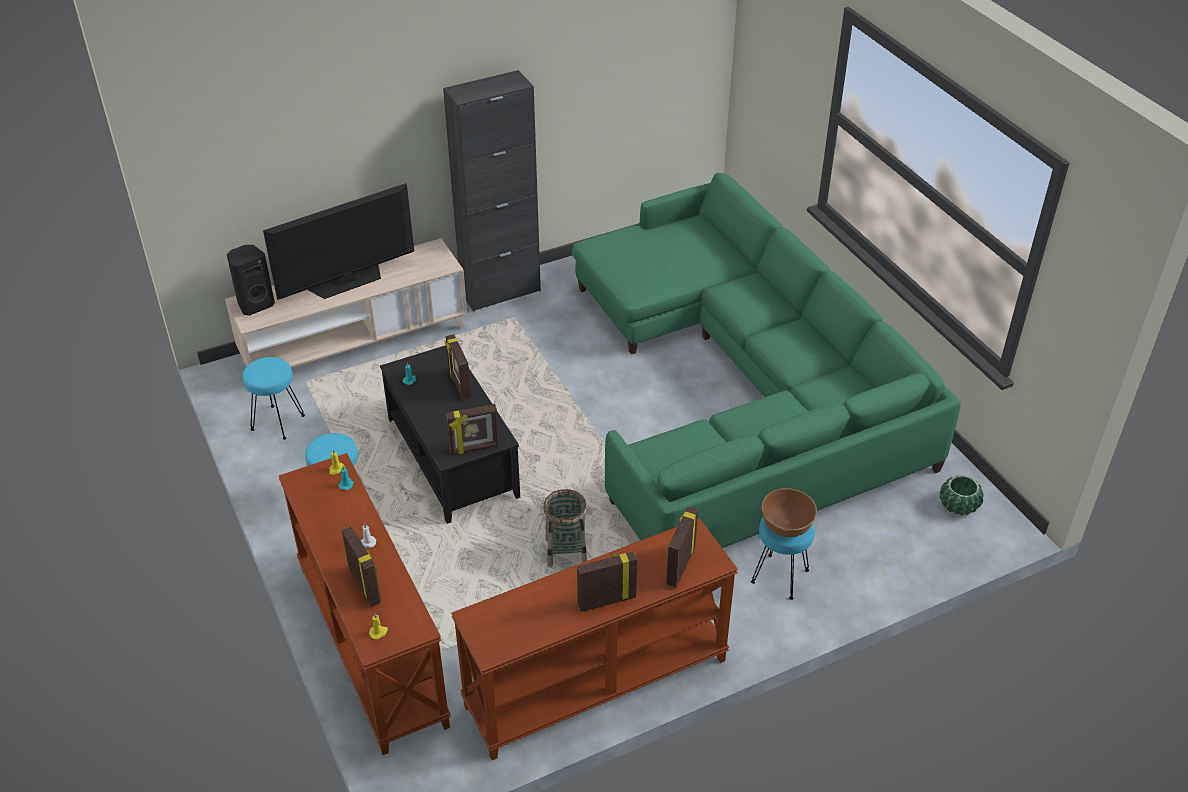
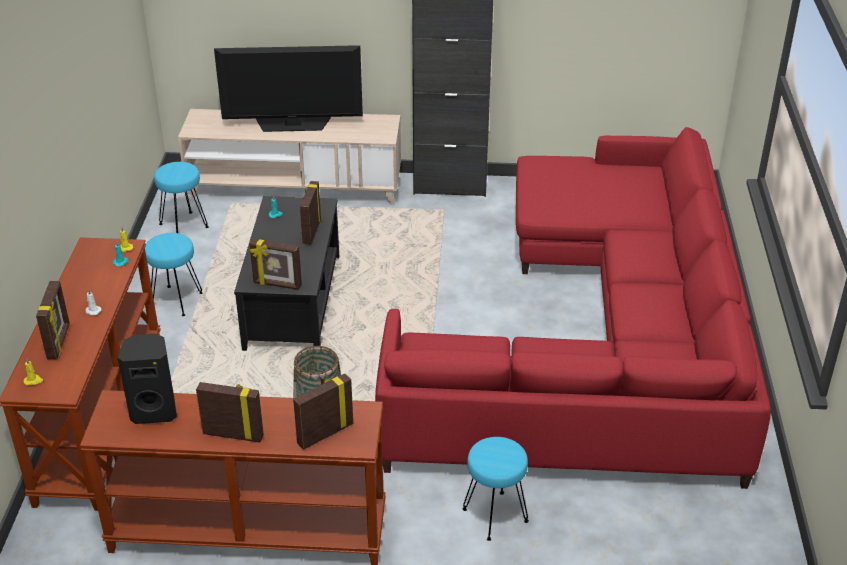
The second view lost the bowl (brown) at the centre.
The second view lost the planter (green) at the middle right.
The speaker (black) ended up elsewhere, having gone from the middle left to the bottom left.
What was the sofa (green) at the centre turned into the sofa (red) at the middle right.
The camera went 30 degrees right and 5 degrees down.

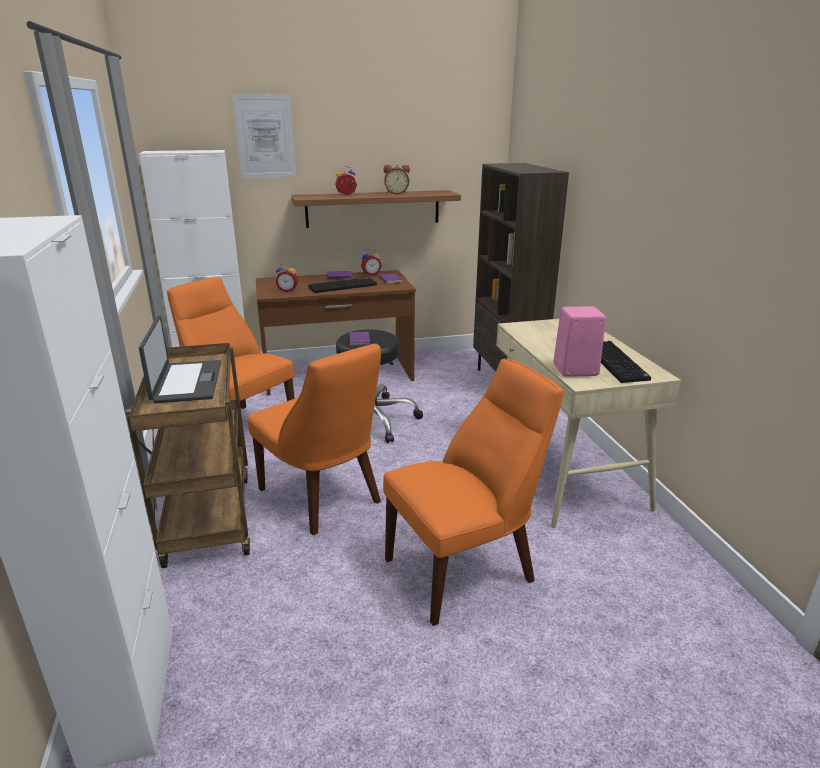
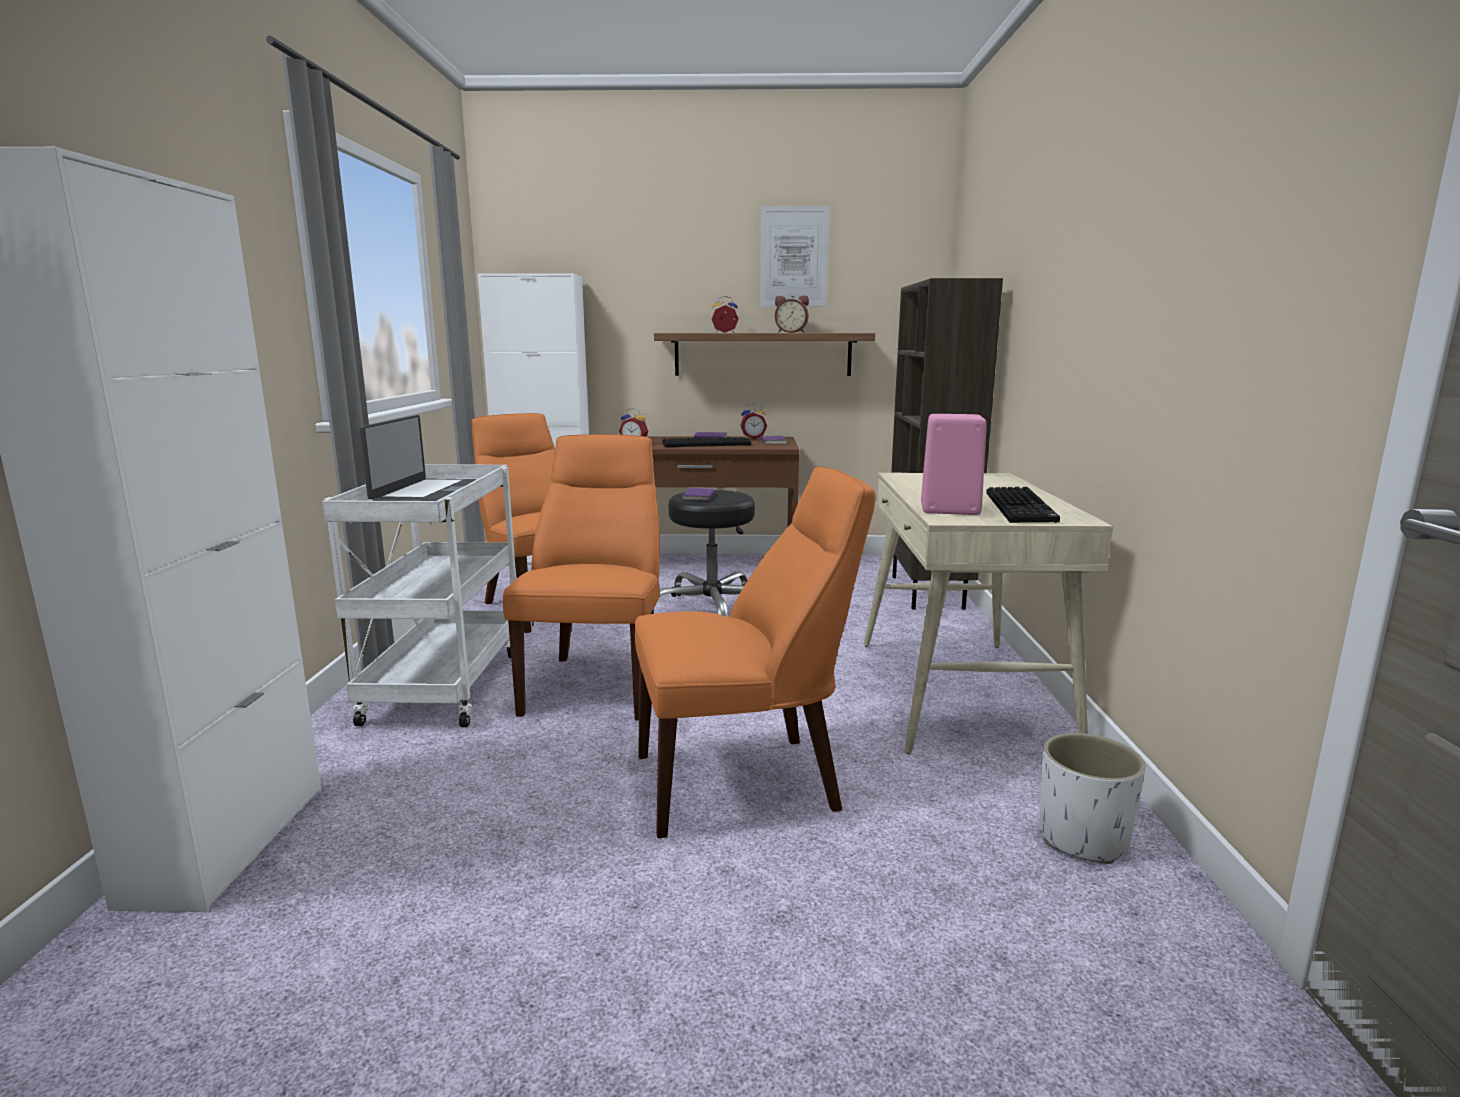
The second view gained the planter (white) at the bottom right.
The picture ended up elsewhere, having gone from the top left to the top centre.
What was the cart (brown) at the middle left turned into the cart (white) at the middle left.
The chair (orange) (2nd from left) at the centre ended up facing another way, 150 degrees counterclockwise from before.
The camera went 15 degrees right and 10 degrees down.

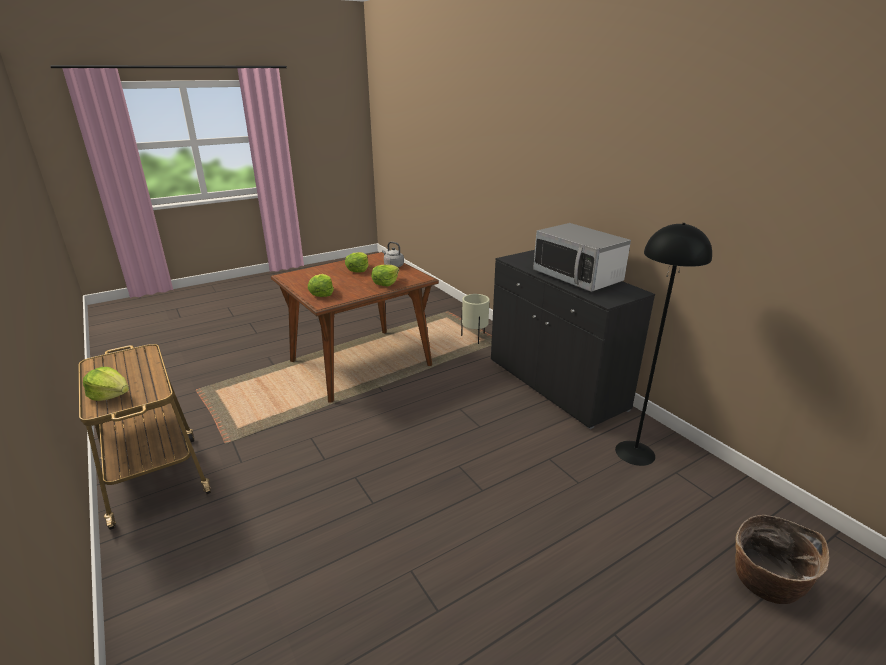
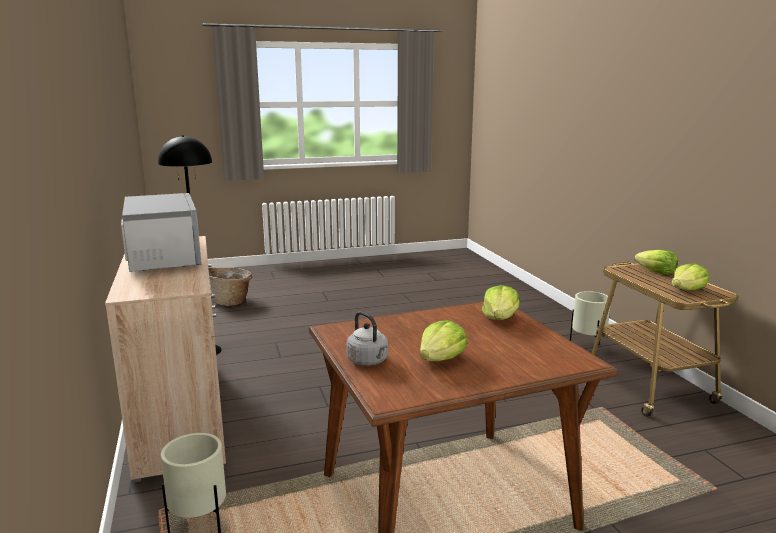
The second view gained the planter (beige) (2nd from left) at the middle right.
The lettuce (4th from left) ended up elsewhere, having gone from the centre to the middle right.
What was the cabinet (black) at the centre turned into the cabinet (beige) at the bottom left.
The camera went 165 degrees left and 10 degrees down.

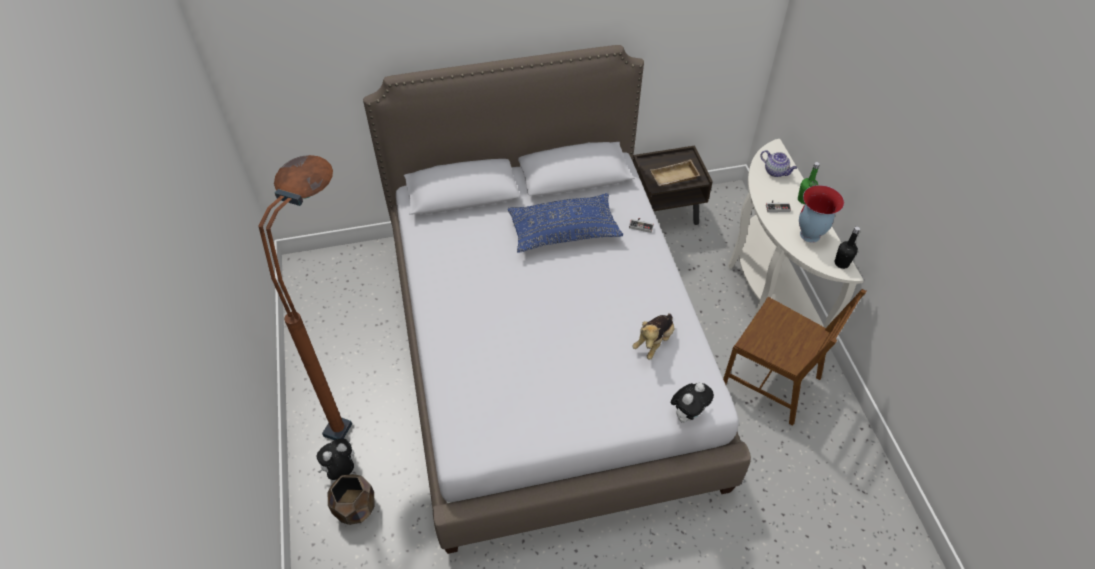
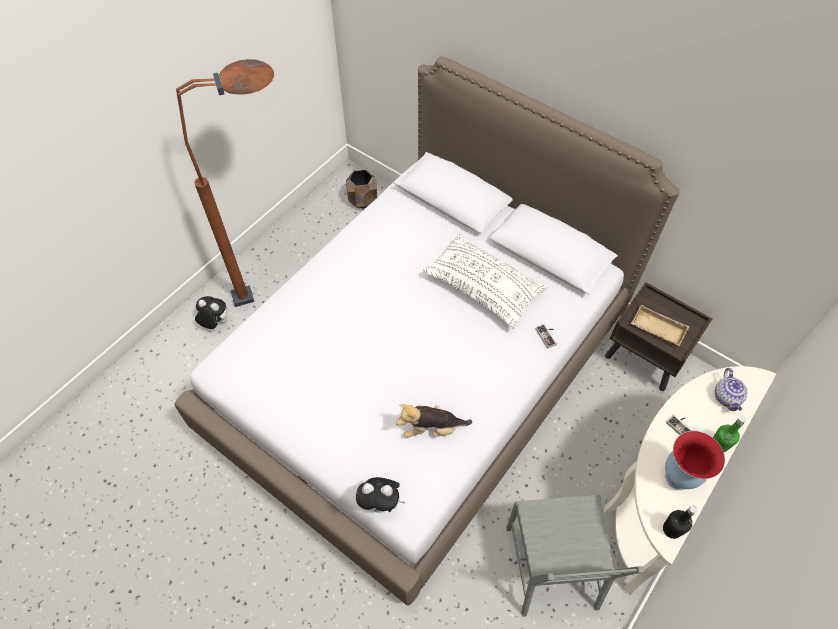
The planter (brown) ended up elsewhere, having gone from the bottom left to the top centre.
What was the pillow (blue) at the centre turned into the pillow (white) at the centre.
What was the chair (brown) at the middle right turned into the chair (grey) at the bottom right.
The camera went 50 degrees right and 5 degrees up.

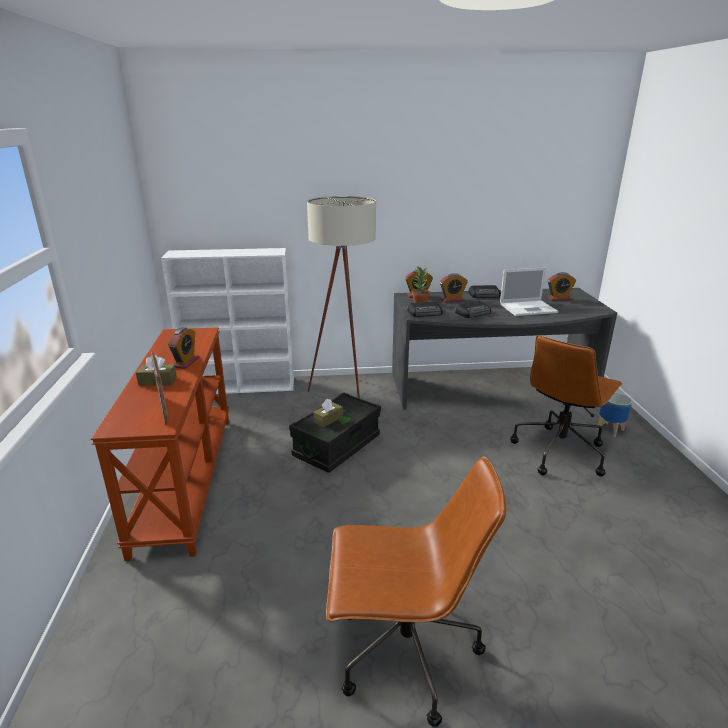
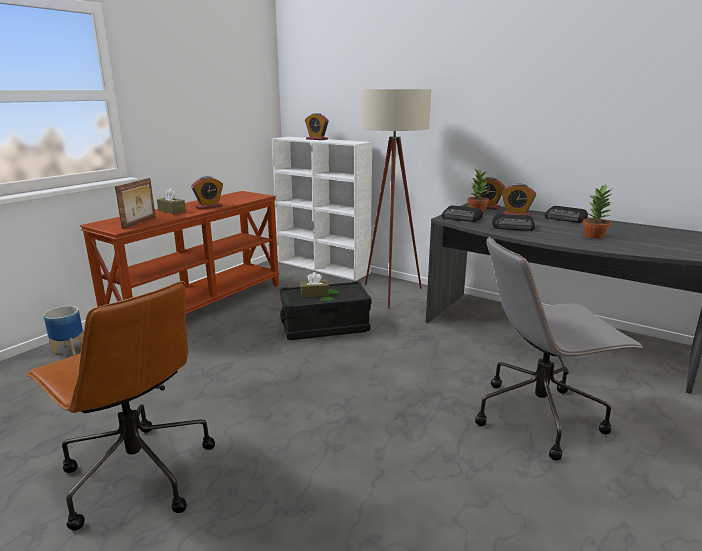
The alarm clock (4th from left in the first image) ended up elsewhere, having gone from the middle right to the top centre.
The planter ended up elsewhere, having gone from the middle right to the middle left.
Where the laptop stood at the middle right, the potted plant (2nd from left) came to stand at the middle right.
What was the office chair (brown) (2nd from left) at the middle right turned into the office chair (grey) at the middle right.
The camera went 40 degrees right and 5 degrees down.

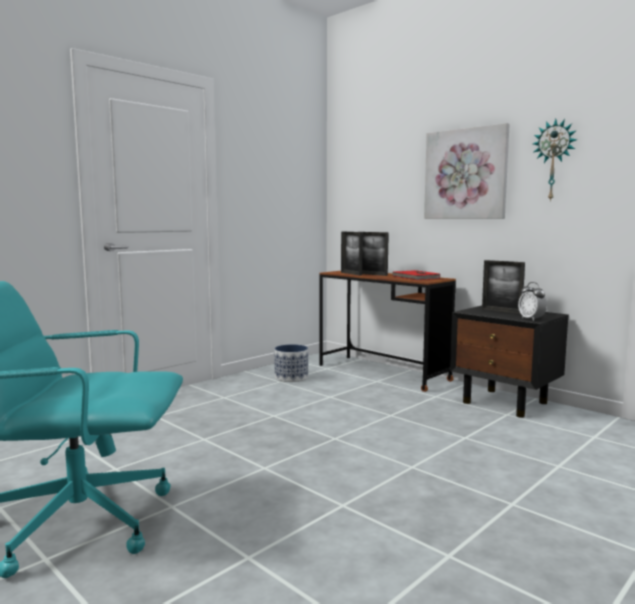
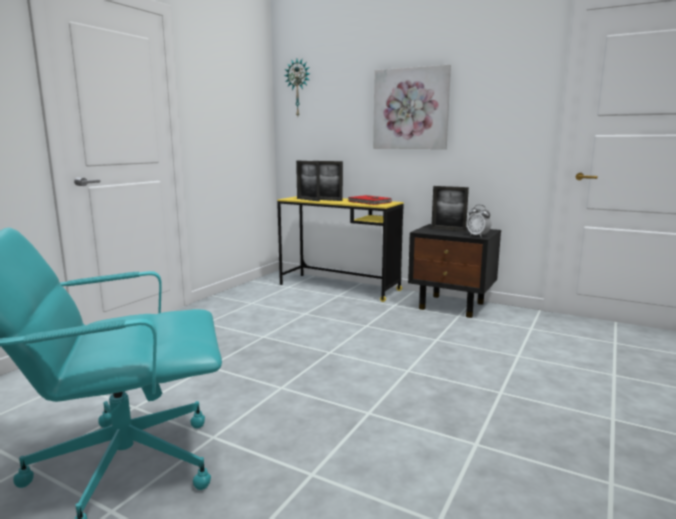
The second view lost the planter at the centre.
The wall clock ended up elsewhere, having gone from the top right to the top centre.
What was the desk (brown) at the centre turned into the desk (yellow) at the centre.
The camera went 15 degrees left and 5 degrees up.

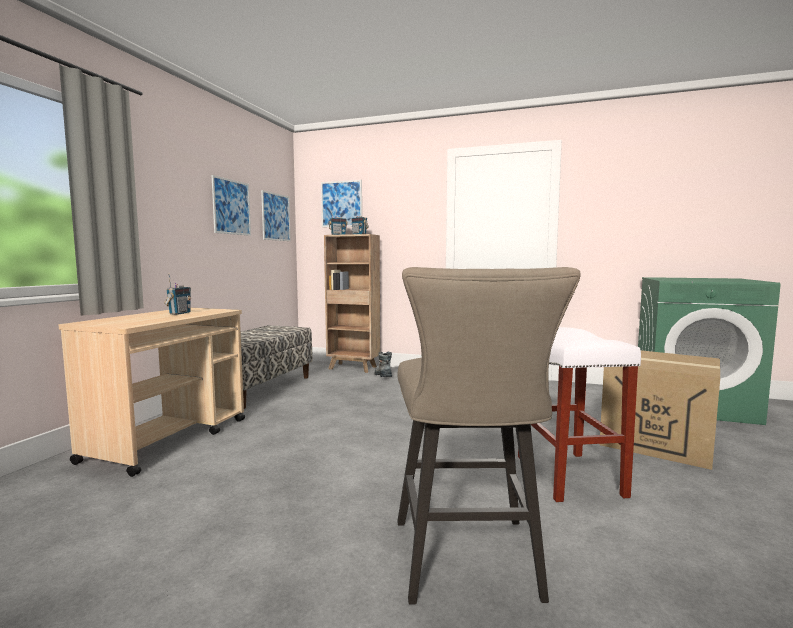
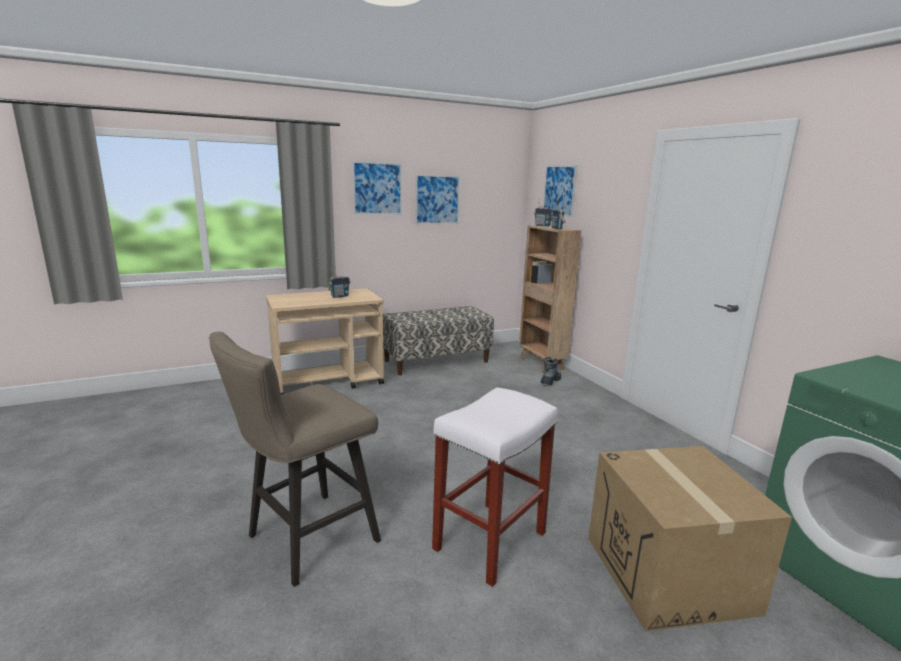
The picture (2nd from left in the first image) ended up elsewhere, having gone from the centre to the top centre.
The camera went 45 degrees right and 10 degrees up.

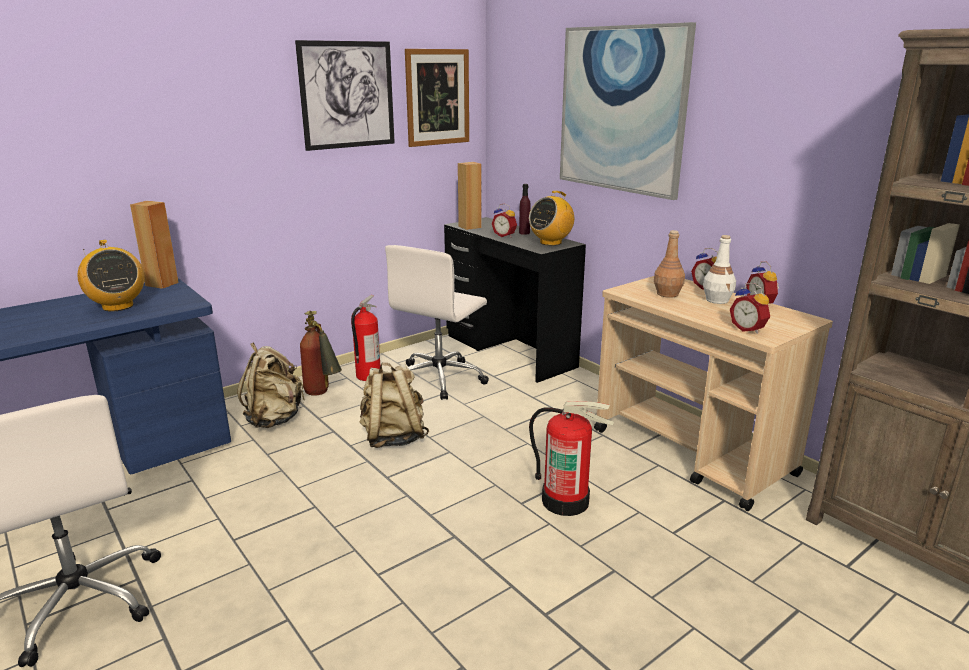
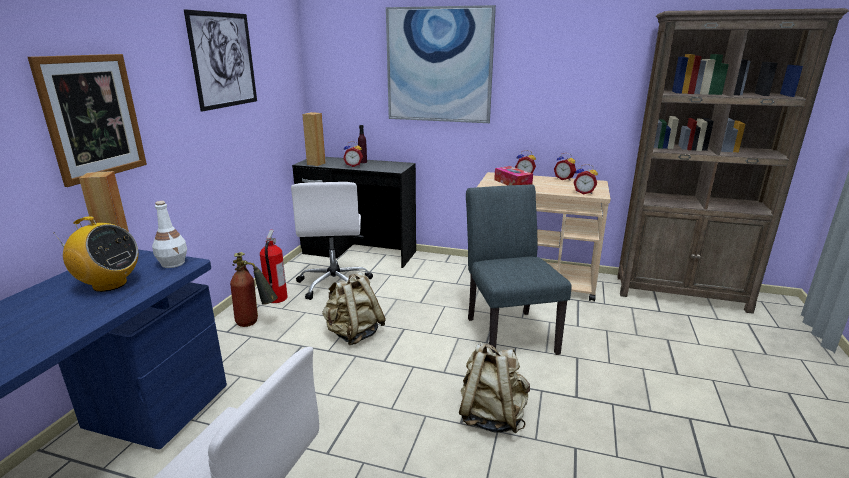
The second view lost the radio (2nd from left) at the top centre.
The backpack (beige) (1st from left in the first image) ended up elsewhere, having gone from the middle left to the bottom centre.
The picture (2nd from left in the first image) ended up elsewhere, having gone from the top centre to the top left.
The bottle (white) ended up elsewhere, having gone from the middle right to the middle left.
Where the fire extinguisher (3rd from left) stood at the bottom centre, the chair (grey) came to stand at the centre.
Where the bottle (brown) stood at the middle right, the tissue box came to stand at the centre.
The camera went 35 degrees left and 0 degrees up.

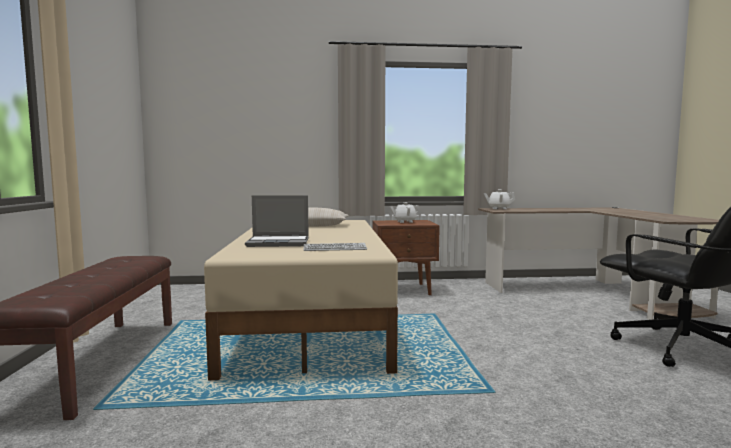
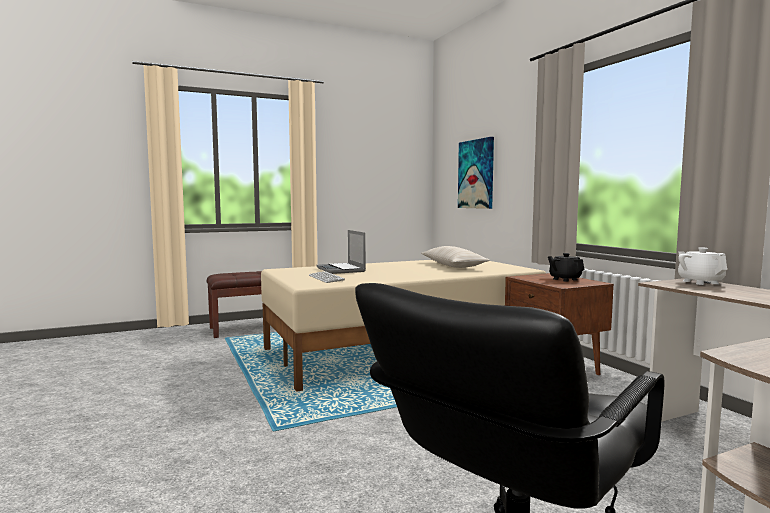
The second view gained the picture at the centre.
What was the teapot (white) (1st from left) at the centre turned into the teapot (black) at the middle right.
The camera went 70 degrees right and 0 degrees up.

